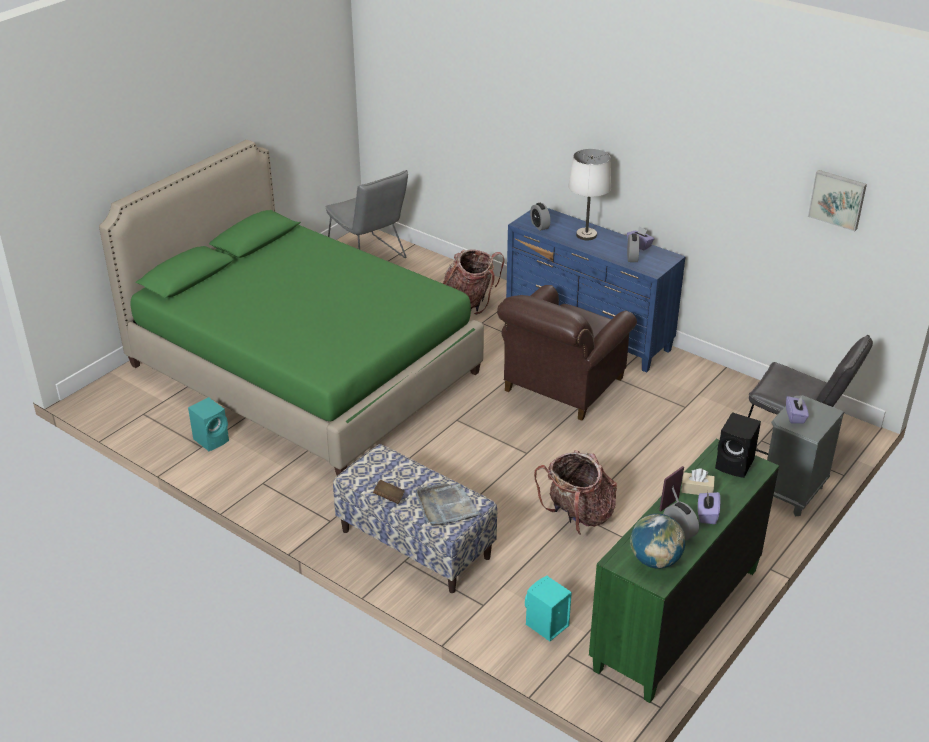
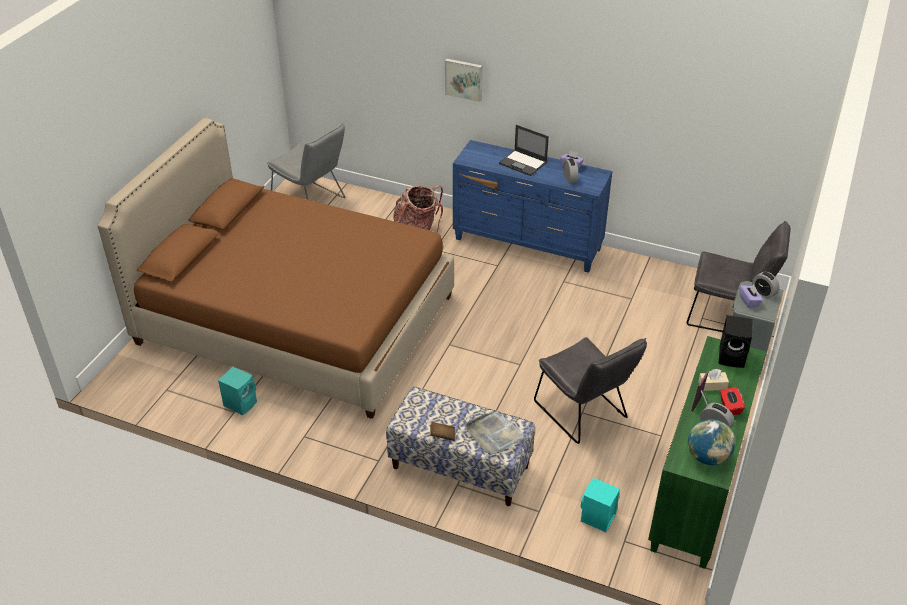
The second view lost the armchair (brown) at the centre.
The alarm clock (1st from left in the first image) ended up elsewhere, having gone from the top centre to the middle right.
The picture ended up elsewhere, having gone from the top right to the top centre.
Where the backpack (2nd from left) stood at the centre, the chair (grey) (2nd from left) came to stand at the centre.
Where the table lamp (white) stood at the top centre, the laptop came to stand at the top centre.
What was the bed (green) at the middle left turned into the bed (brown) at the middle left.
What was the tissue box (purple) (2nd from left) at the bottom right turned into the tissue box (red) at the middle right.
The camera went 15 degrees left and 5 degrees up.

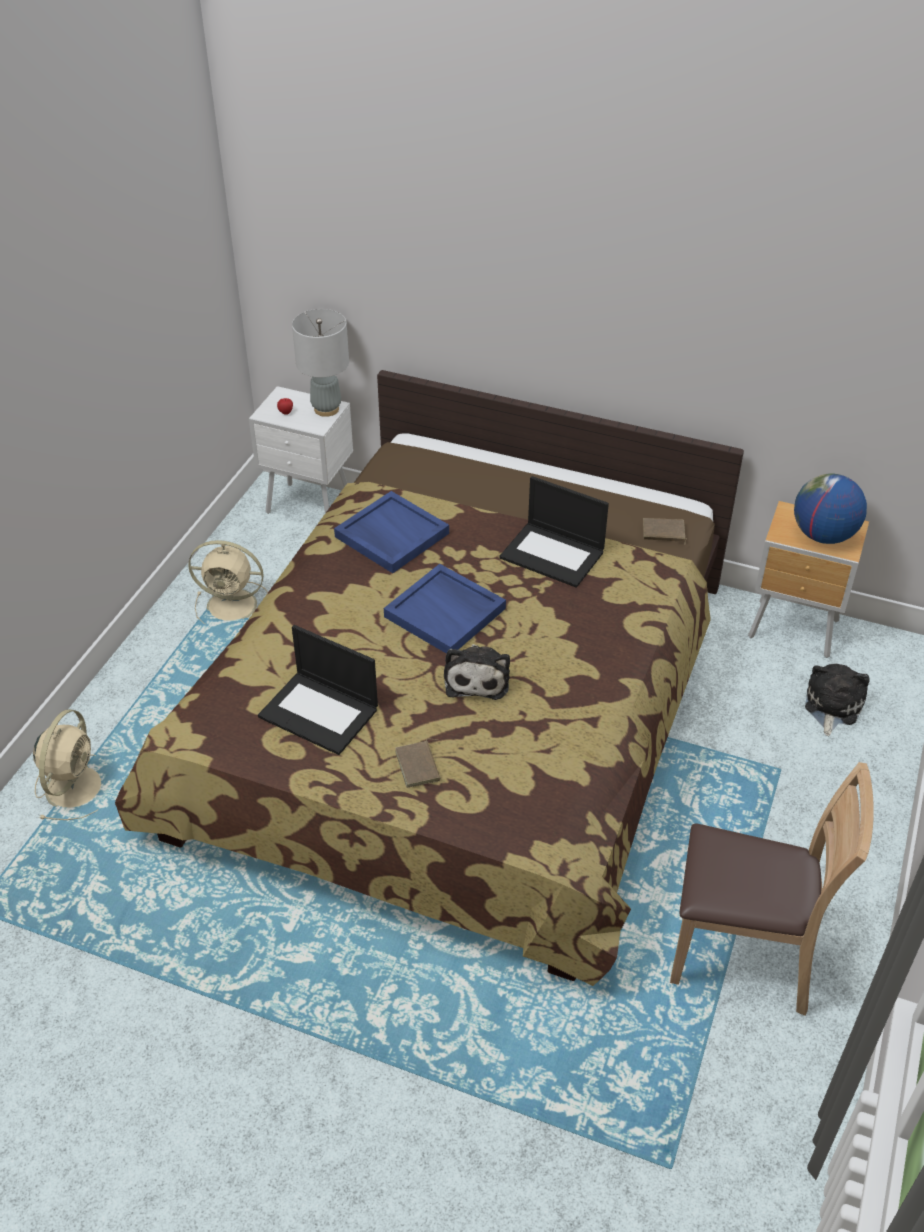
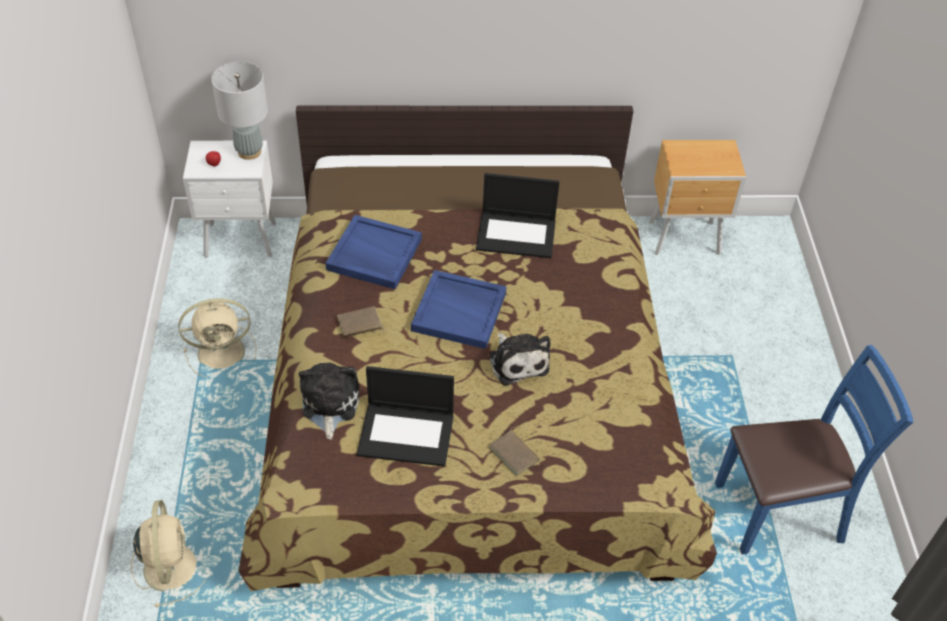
The second view lost the globe at the middle right.
The book (brown) (2nd from left in the first image) ended up elsewhere, having gone from the middle right to the centre.
The plush toy (2nd from left in the first image) ended up elsewhere, having gone from the middle right to the centre.
What was the chair (brown) at the bottom right turned into the chair (blue) at the bottom right.
The camera went 25 degrees left and 5 degrees up.

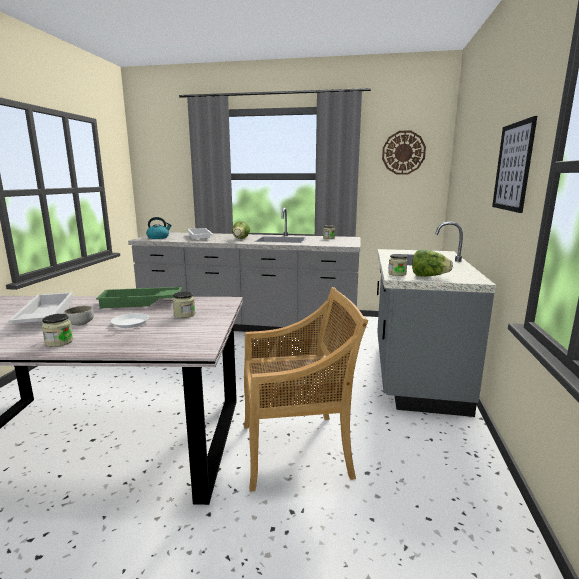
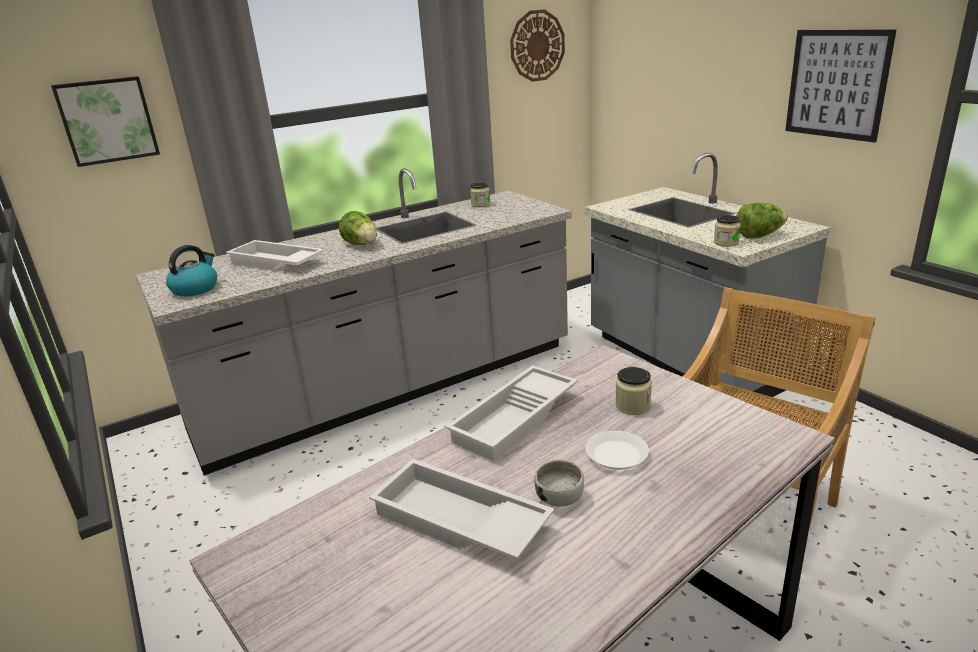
The second view lost the jar (1st from left) at the middle left.
The second view gained the picture (1st from left) at the top left.
What was the tray (green) at the middle left turned into the tray (white) (3rd from left) at the centre.
The camera went 40 degrees left and 10 degrees up.

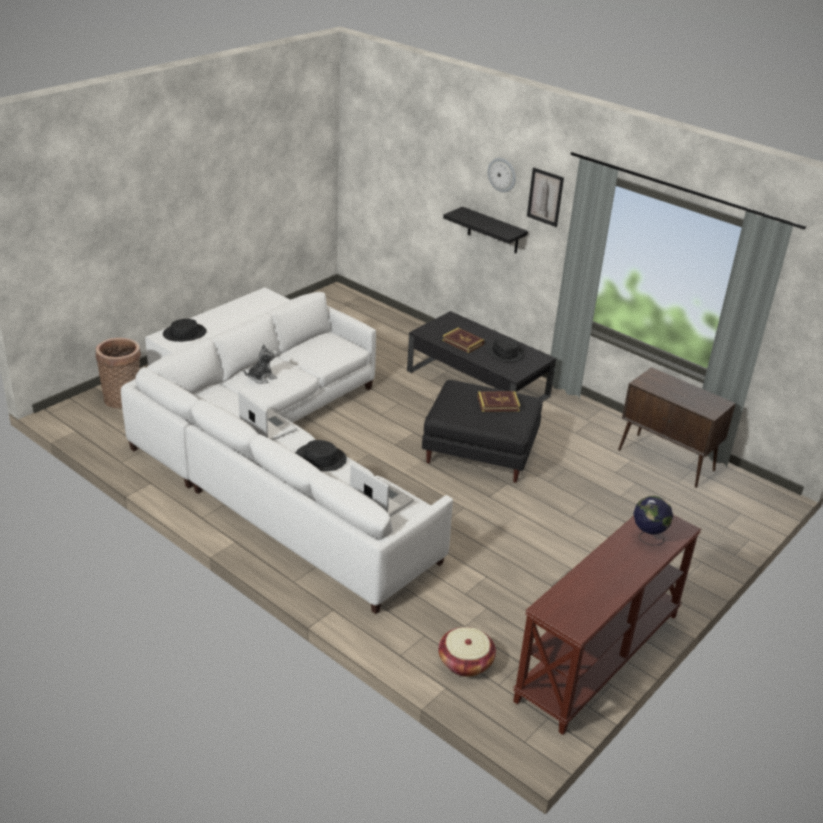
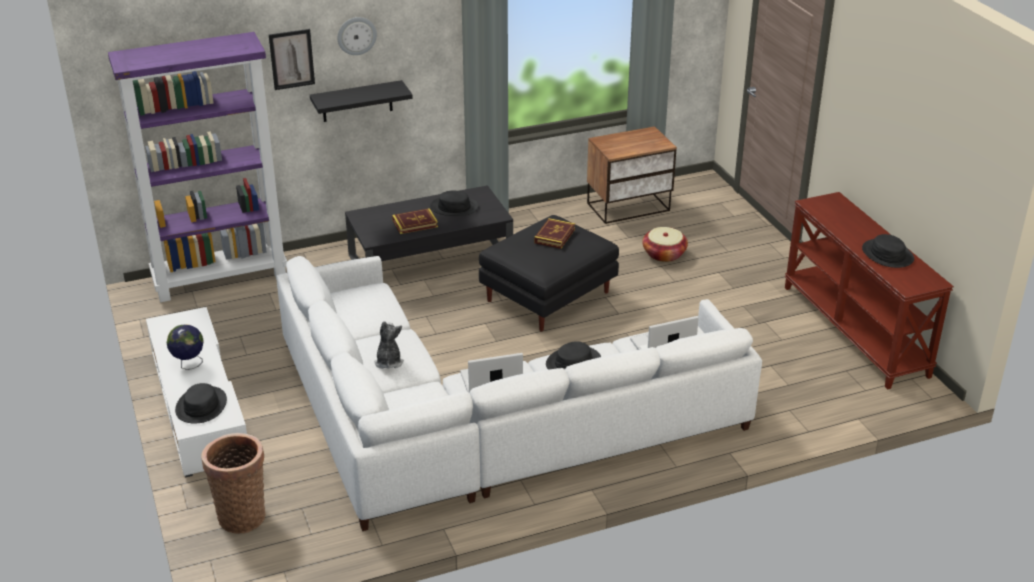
The second view gained the bookcase (purple) at the top left.
The second view gained the hat (black) (4th from left) at the middle right.
The basket (2nd from left) ended up elsewhere, having gone from the bottom centre to the centre.
The picture ended up elsewhere, having gone from the top centre to the top left.
The globe ended up elsewhere, having gone from the middle right to the middle left.
Where the cabinet (brown) stood at the middle right, the nightstand came to stand at the top centre.
The camera went 60 degrees left and 0 degrees up.

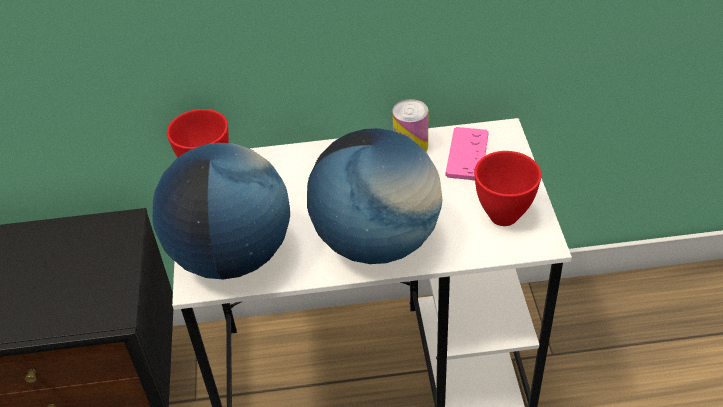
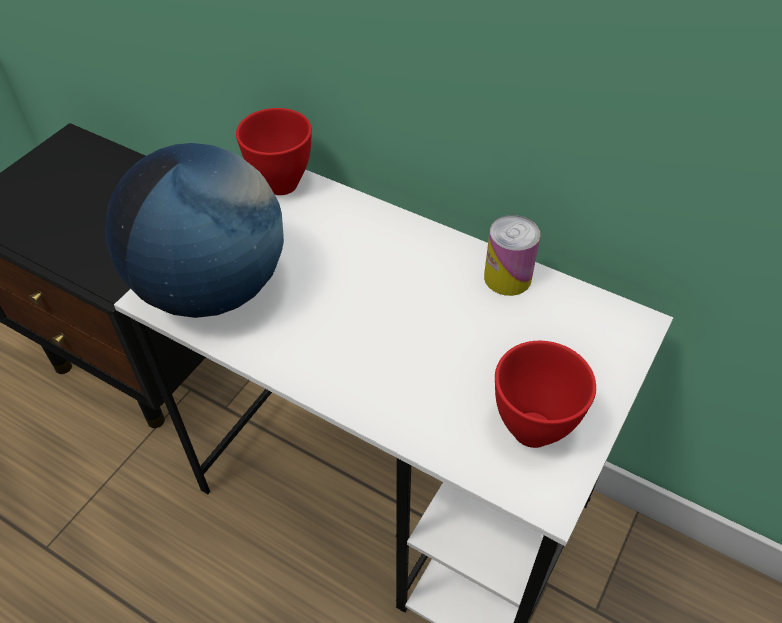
The second view lost the globe (2nd from left) at the centre.
The second view lost the game controller (pink) at the centre.
The camera went 35 degrees right and 5 degrees up.

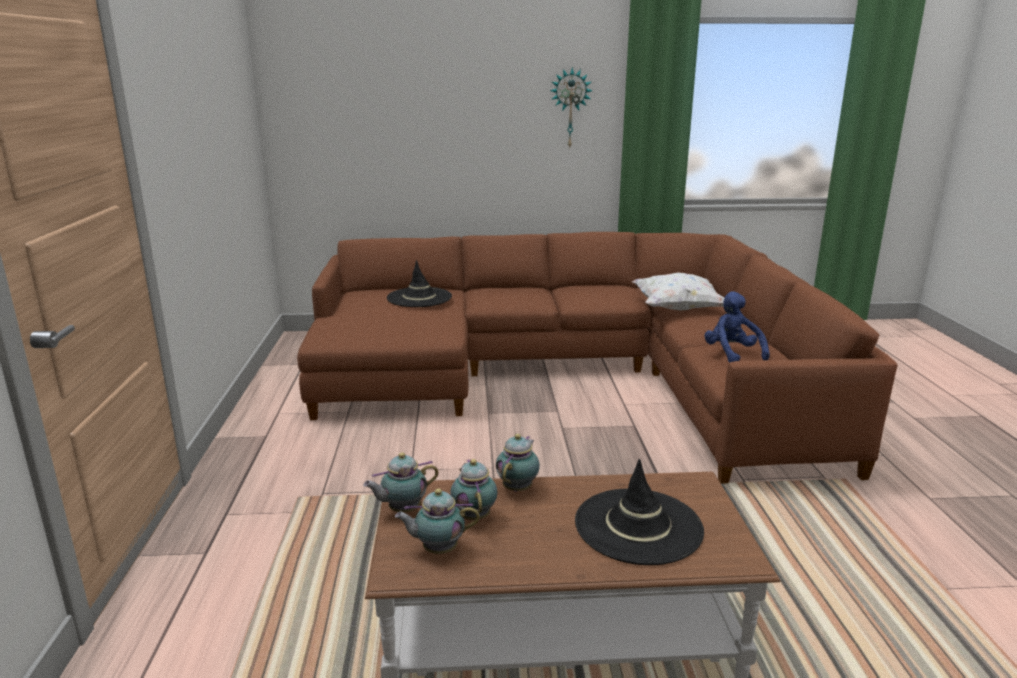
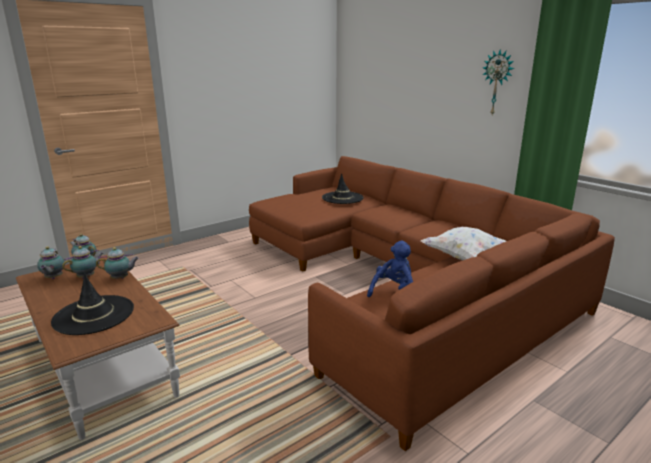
The teapot (2nd from left in the first image) at the bottom centre ended up facing another way, 150 degrees counterclockwise from before.
The camera went 55 degrees right and 0 degrees up.

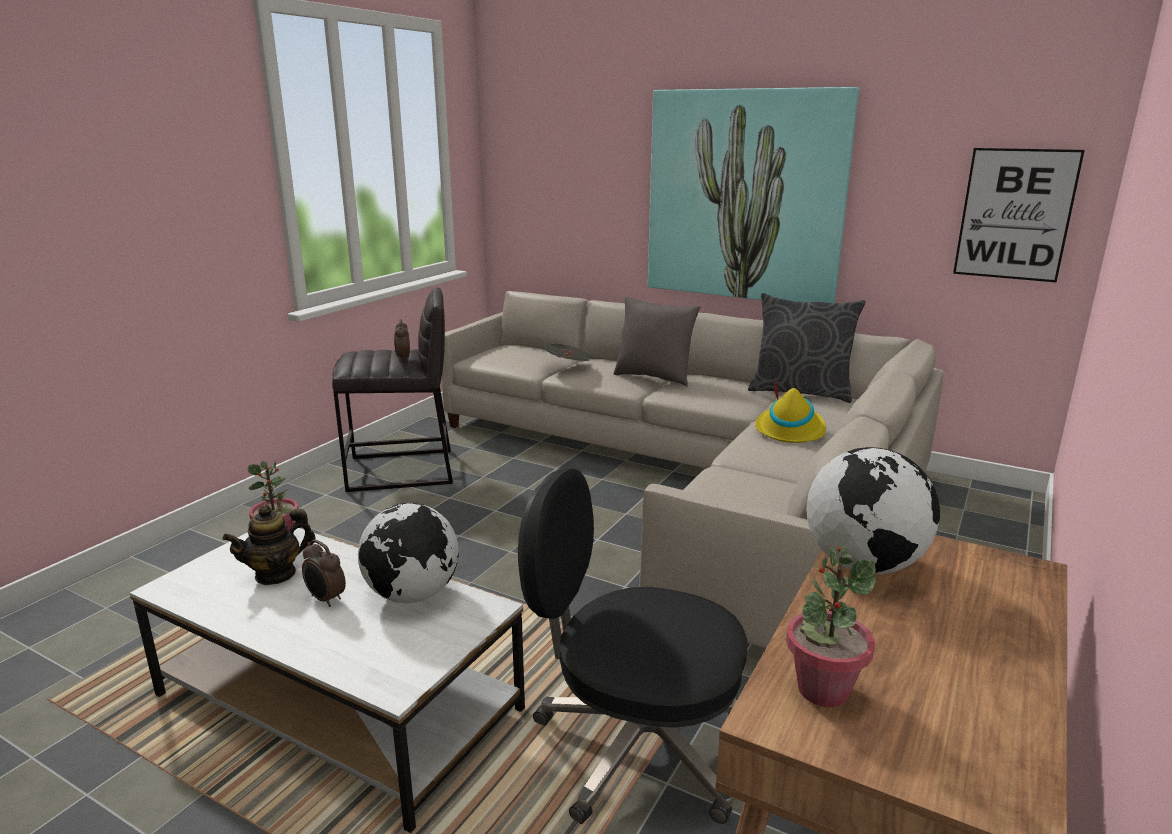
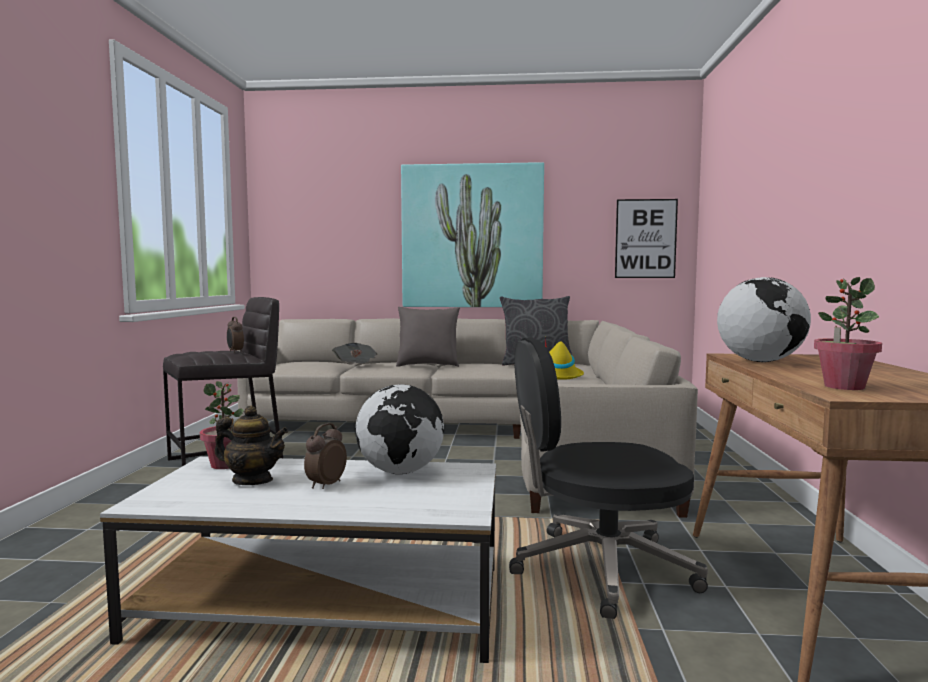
The teapot at the middle left ended up facing another way, 105 degrees counterclockwise from before.
The alarm clock (1st from left in the first image) at the bottom left ended up facing another way, 105 degrees clockwise from before.
The camera went 25 degrees left and 15 degrees down.

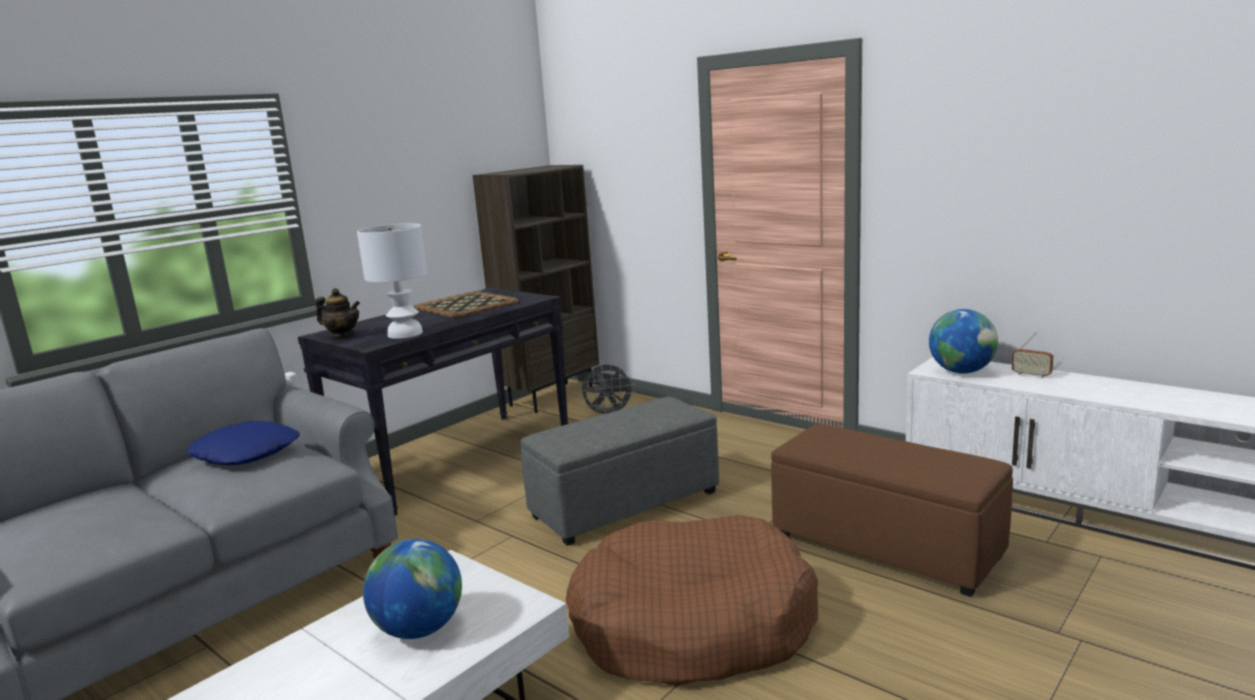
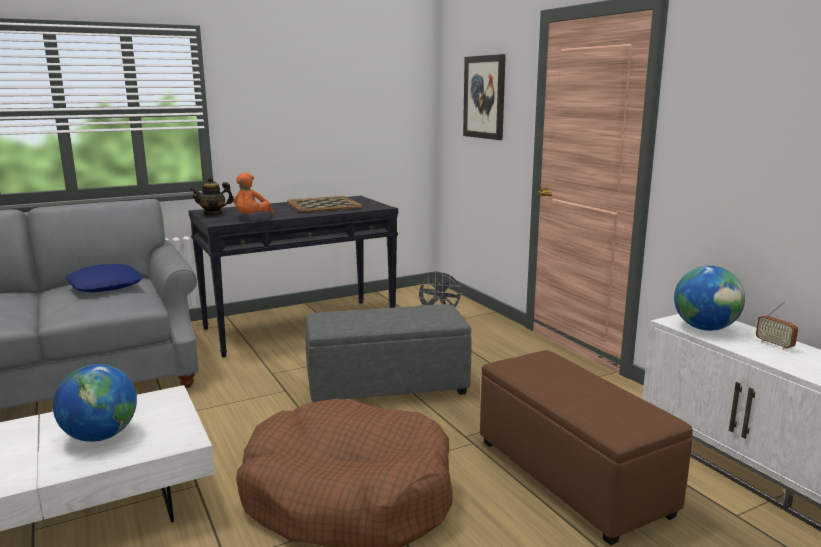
The second view lost the bookcase (brown) at the centre.
The second view gained the picture at the top centre.
Where the table lamp (white) stood at the middle left, the plush toy (orange) came to stand at the middle left.
The teapot at the middle left ended up facing another way, 120 degrees clockwise from before.
The camera went 20 degrees right and 0 degrees up.

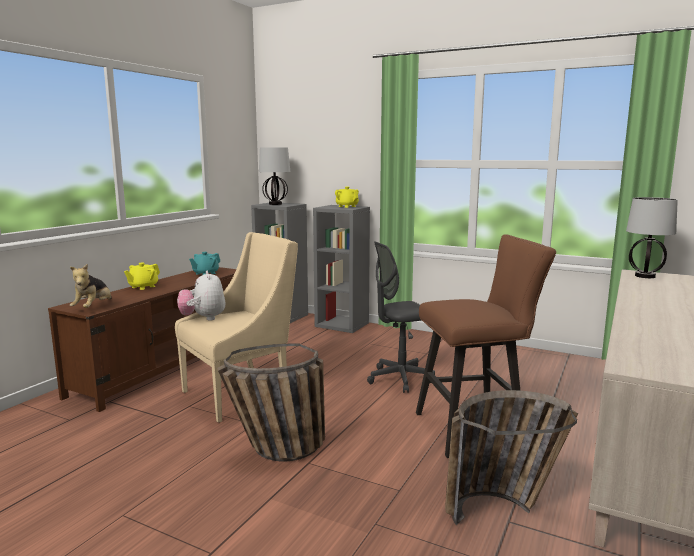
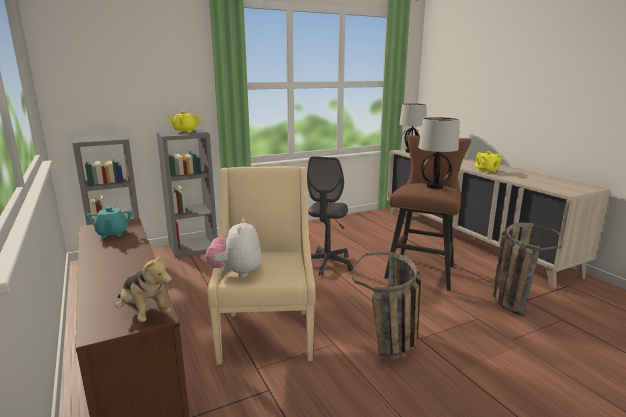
The teapot (yellow) (1st from left in the first image) ended up elsewhere, having gone from the middle left to the middle right.
The table lamp (1st from left in the first image) ended up elsewhere, having gone from the top centre to the middle right.
The plush toy (2nd from left) at the middle left ended up facing another way, 75 degrees clockwise from before.
The camera went 55 degrees left and 5 degrees up.

